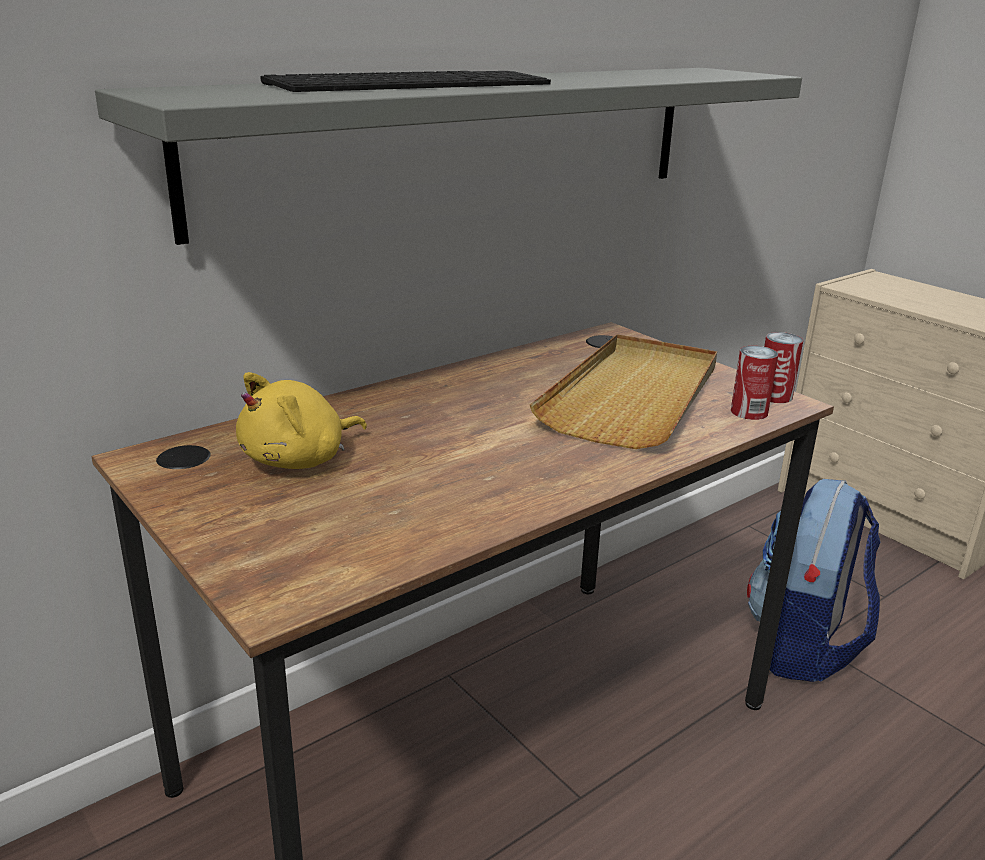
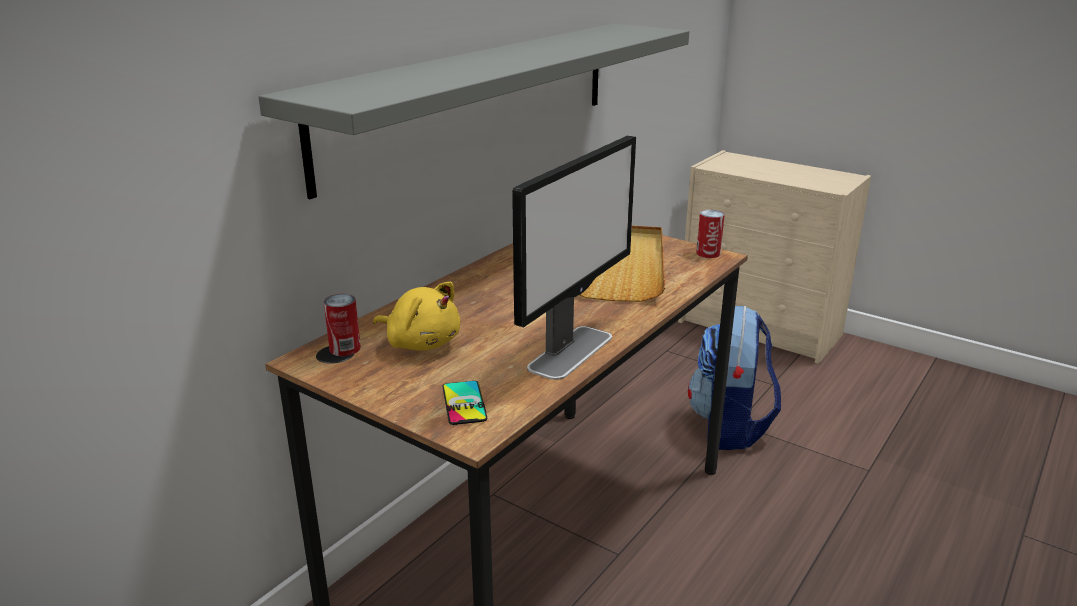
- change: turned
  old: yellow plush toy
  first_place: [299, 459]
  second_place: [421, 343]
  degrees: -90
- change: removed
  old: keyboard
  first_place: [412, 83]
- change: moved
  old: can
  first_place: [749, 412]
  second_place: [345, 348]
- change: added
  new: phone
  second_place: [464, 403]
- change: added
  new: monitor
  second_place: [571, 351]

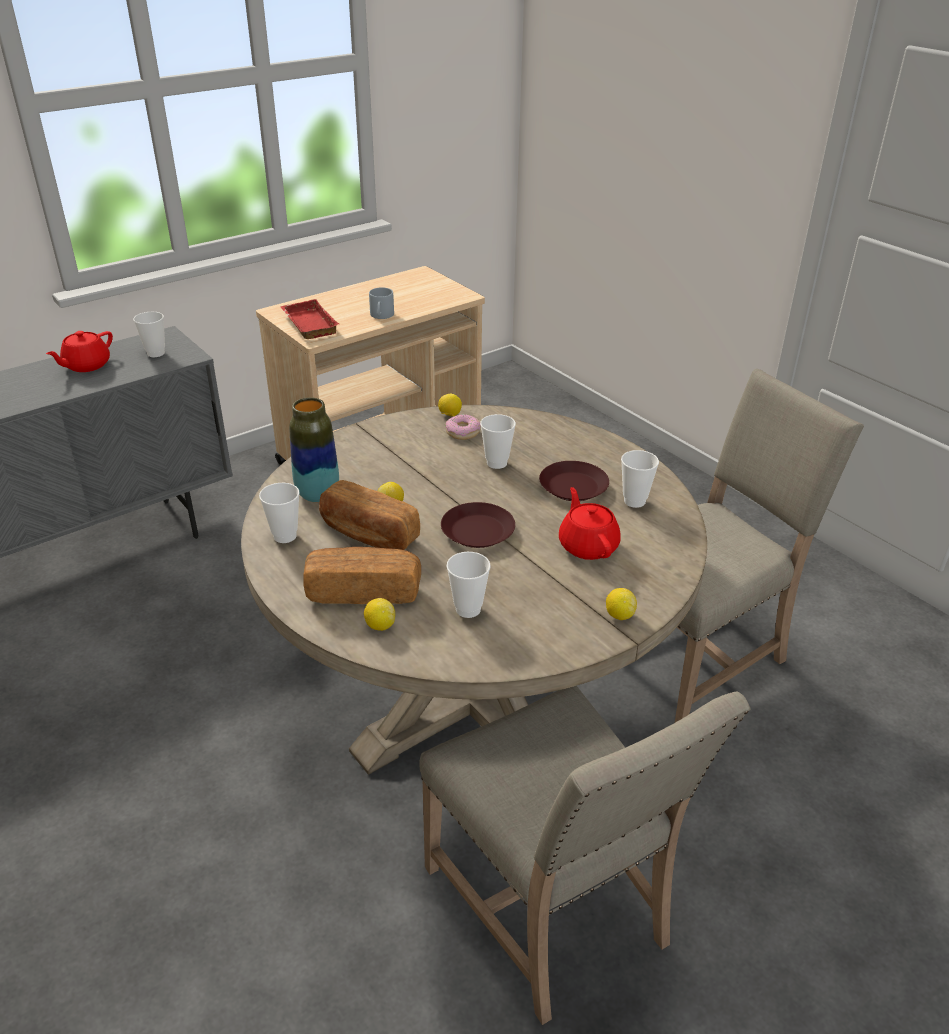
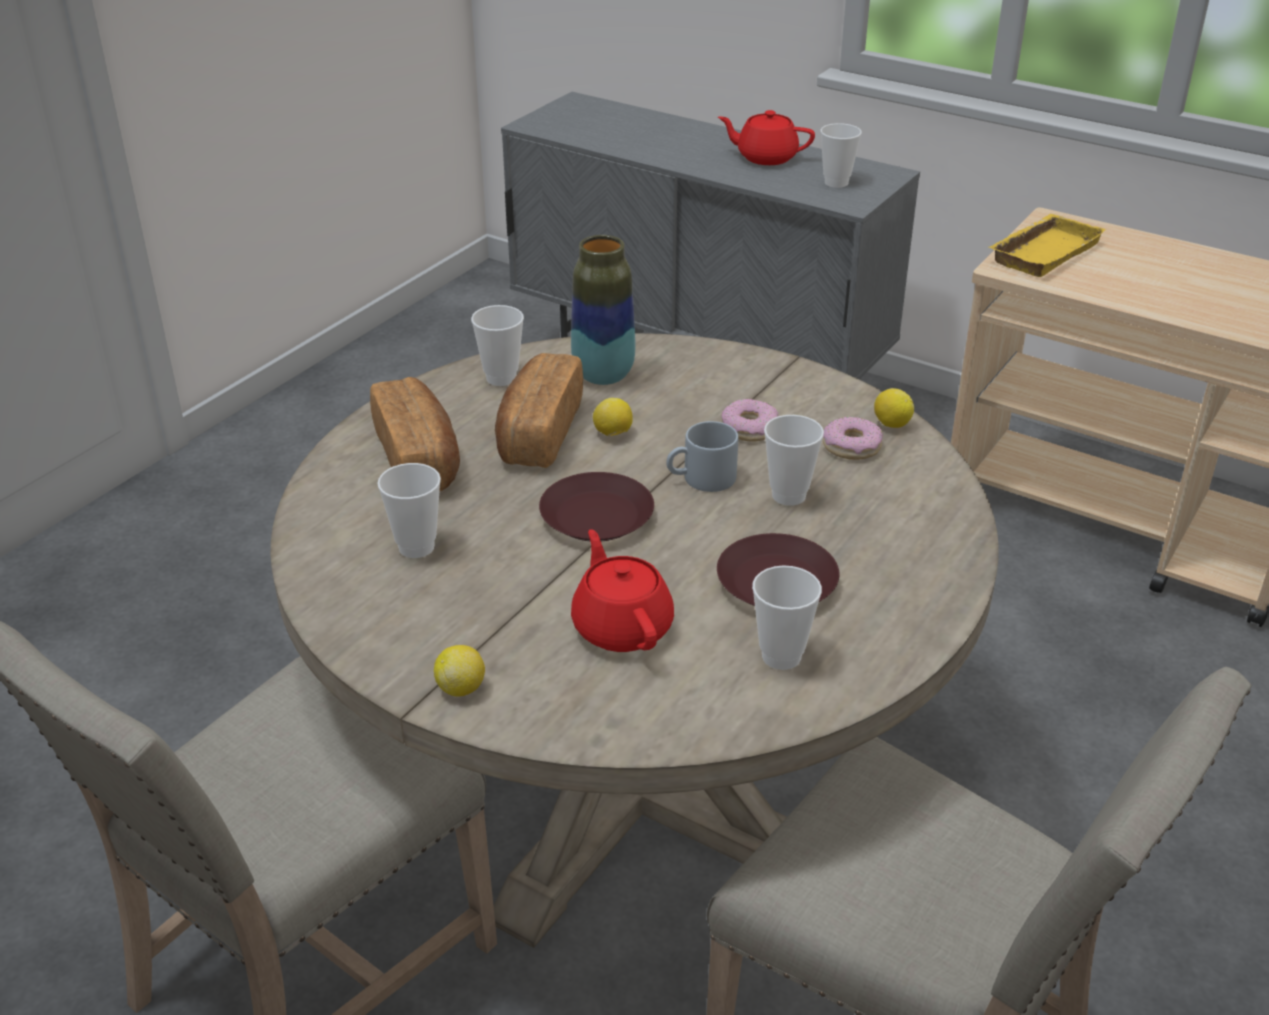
- change: recoloured
  old: red tray
  new: yellow tray
  first_place: [307, 324]
  second_place: [1042, 251]
- change: removed
  old: lemon
  first_place: [380, 625]
- change: moved
  old: grey mug
  first_place: [382, 316]
  second_place: [701, 479]
- change: turned
  old: red teapot
  first_place: [588, 545]
  second_place: [622, 626]
  degrees: -75
- change: added
  new: donut
  second_place: [749, 428]

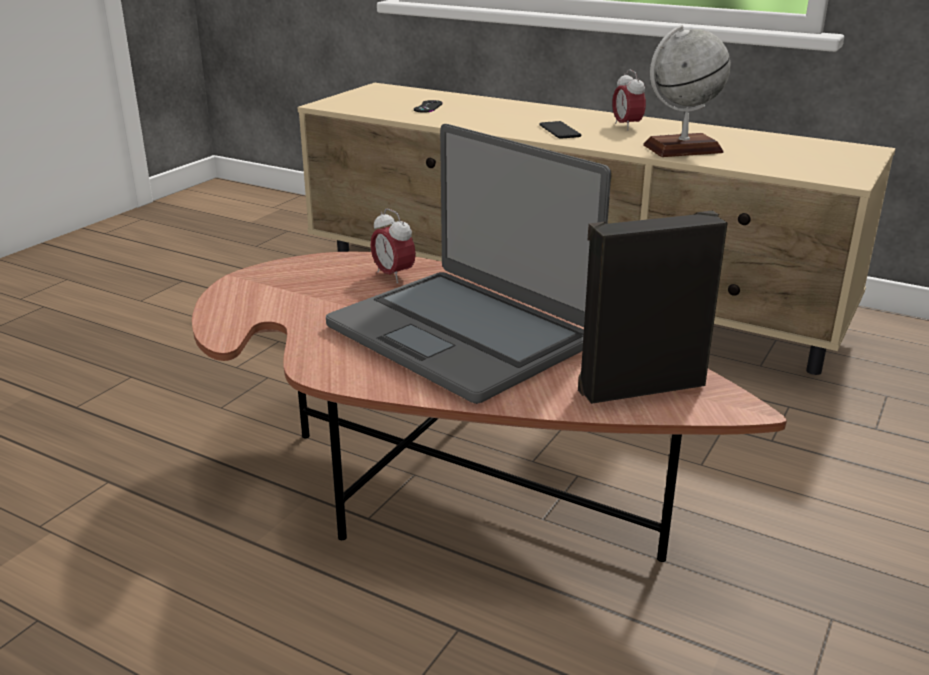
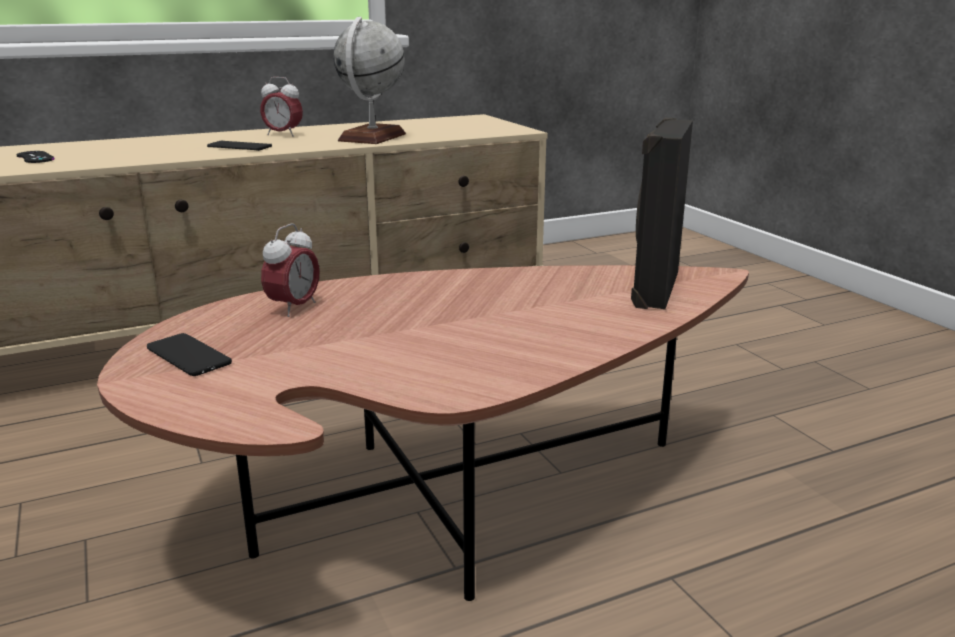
- change: removed
  old: laptop
  first_place: [462, 335]
- change: turned
  old: alarm clock
  first_place: [393, 276]
  second_place: [294, 308]
  degrees: -60
- change: added
  new: phone
  second_place: [188, 356]

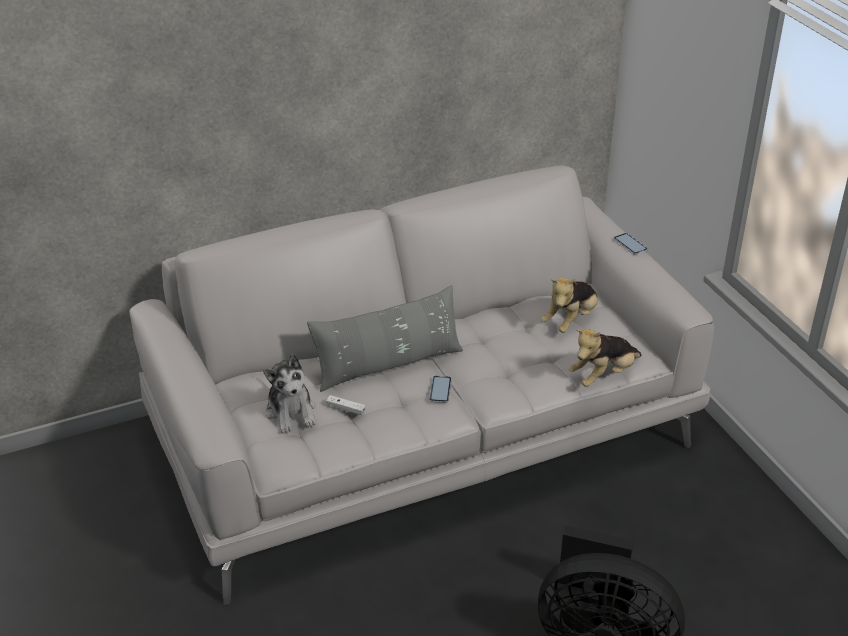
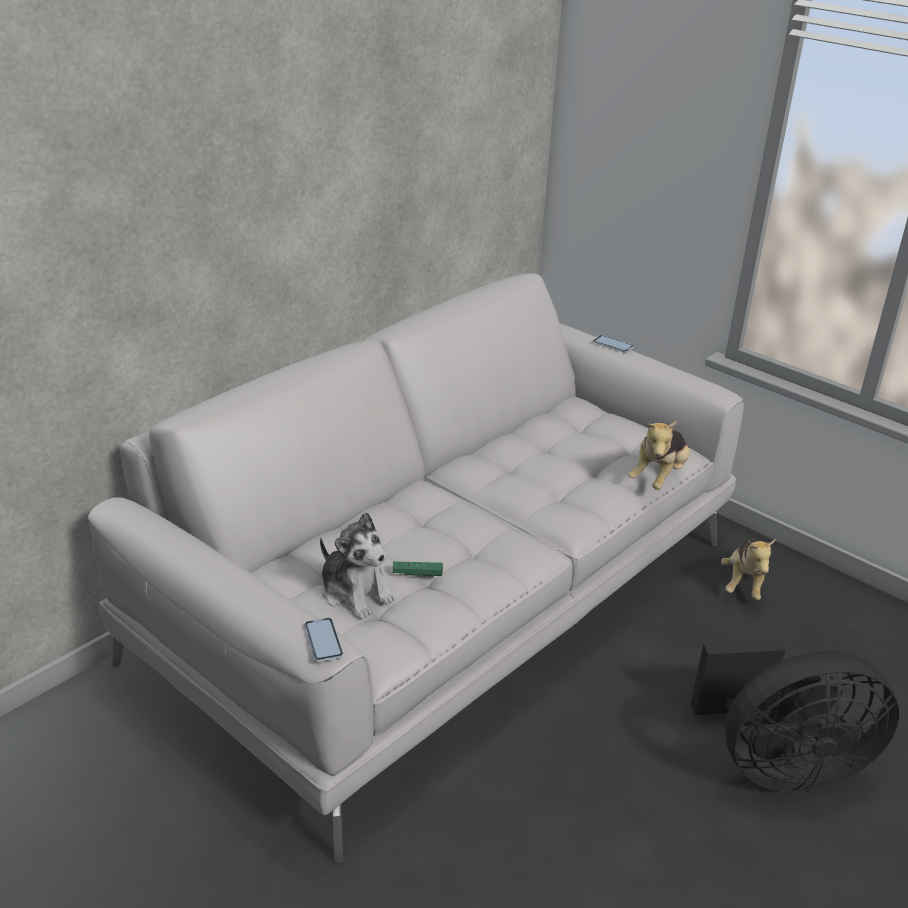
- change: removed
  old: grey pillow
  first_place: [388, 365]
- change: recoloured
  old: white game controller
  new: green game controller
  first_place: [345, 409]
  second_place: [417, 573]
- change: moved
  old: phone
  first_place: [440, 390]
  second_place: [323, 641]
- change: moved
  old: plush toy
  first_place: [570, 320]
  second_place: [744, 584]

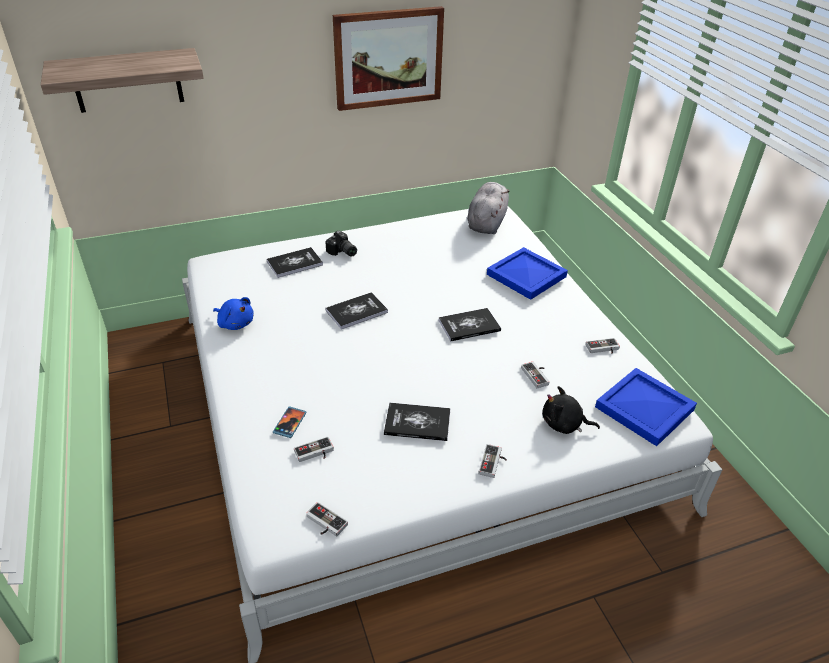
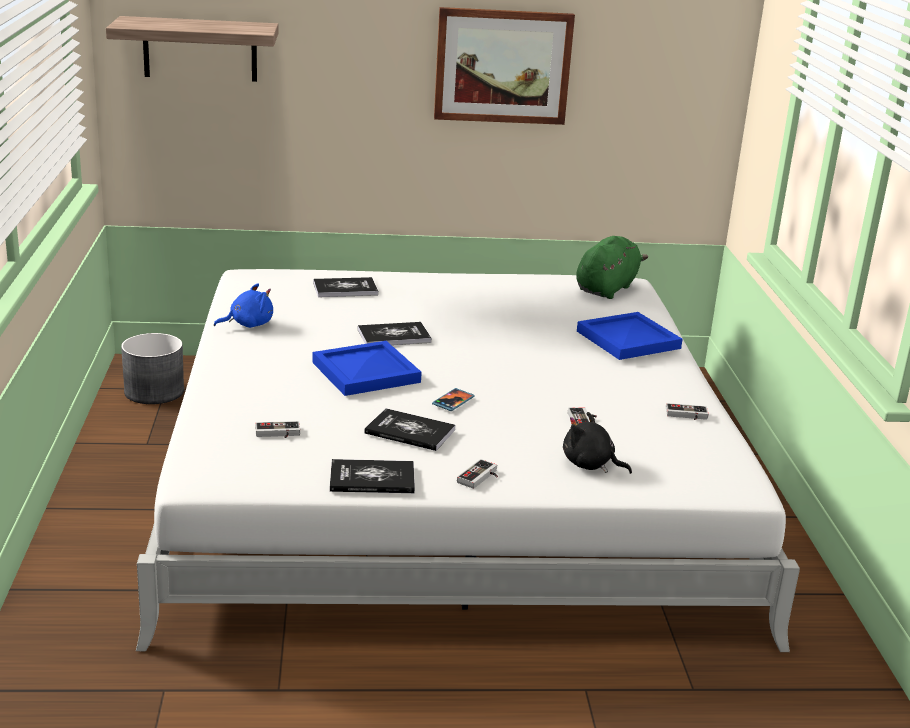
- change: turned
  old: blue plush toy
  first_place: [235, 323]
  second_place: [248, 324]
  degrees: -75
- change: moved
  old: phone
  first_place: [290, 423]
  second_place: [453, 401]
- change: removed
  old: game controller
  first_place: [324, 524]
- change: removed
  old: photo camera
  first_place: [342, 252]
- change: moved
  old: book
  first_place: [469, 325]
  second_place: [372, 478]
- change: recoloured
  old: grey plush toy
  new: green plush toy
  first_place: [486, 223]
  second_place: [607, 288]
- change: moved
  old: blue tray
  first_place: [646, 408]
  second_place: [367, 372]
- change: added
  new: grey planter
  second_place: [154, 391]

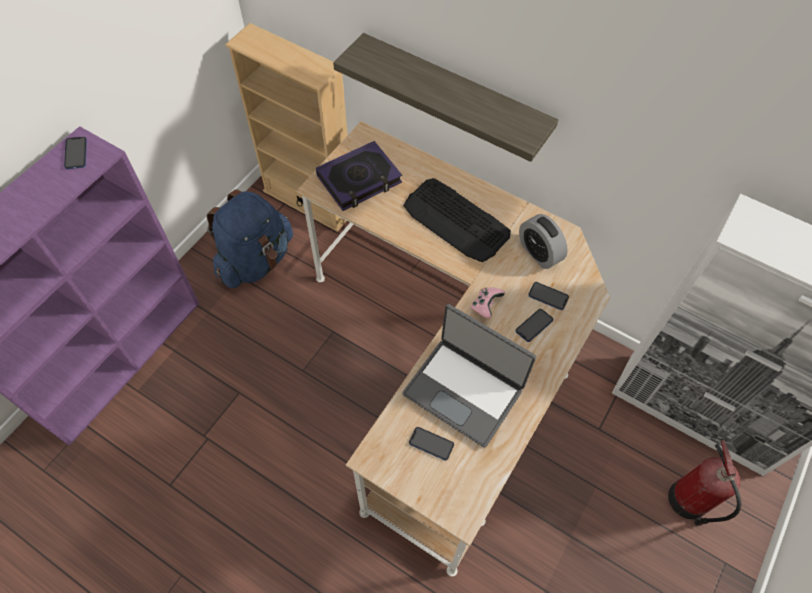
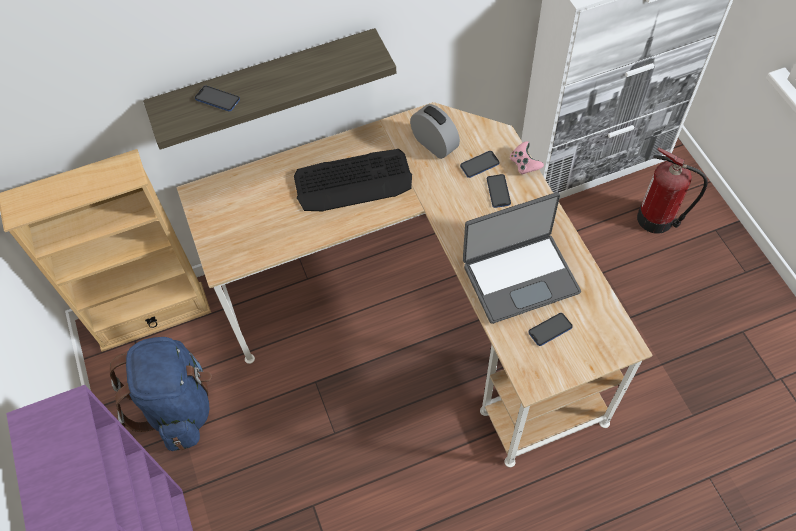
- change: moved
  old: phone
  first_place: [76, 153]
  second_place: [217, 99]
- change: removed
  old: book
  first_place: [359, 180]
- change: moved
  old: pink game controller
  first_place: [485, 306]
  second_place: [524, 164]
- change: turned
  old: alarm clock
  first_place: [539, 253]
  second_place: [434, 144]
  degrees: -135

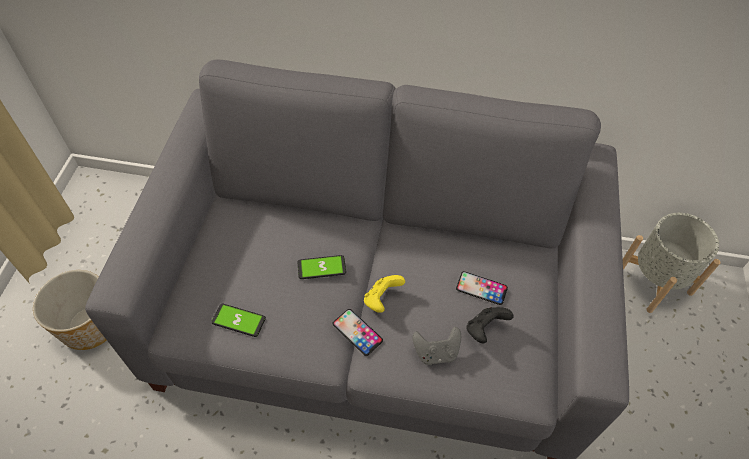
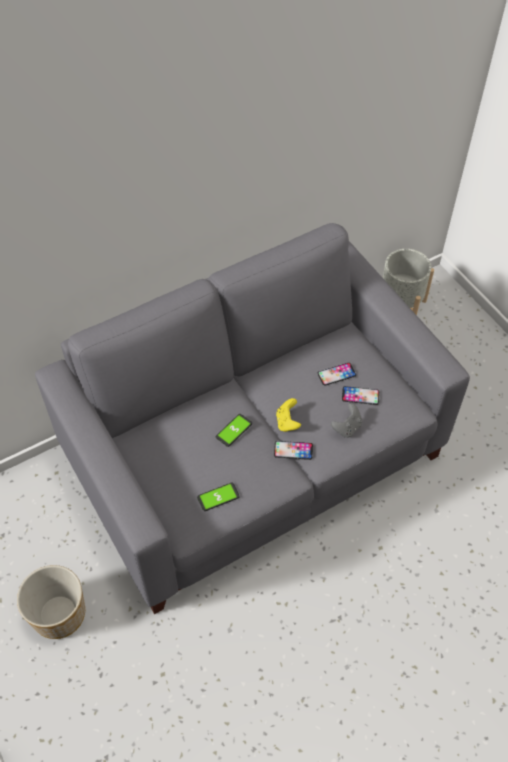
- change: replaced
  old: black game controller
  new: phone
  first_place: [484, 329]
  second_place: [360, 396]

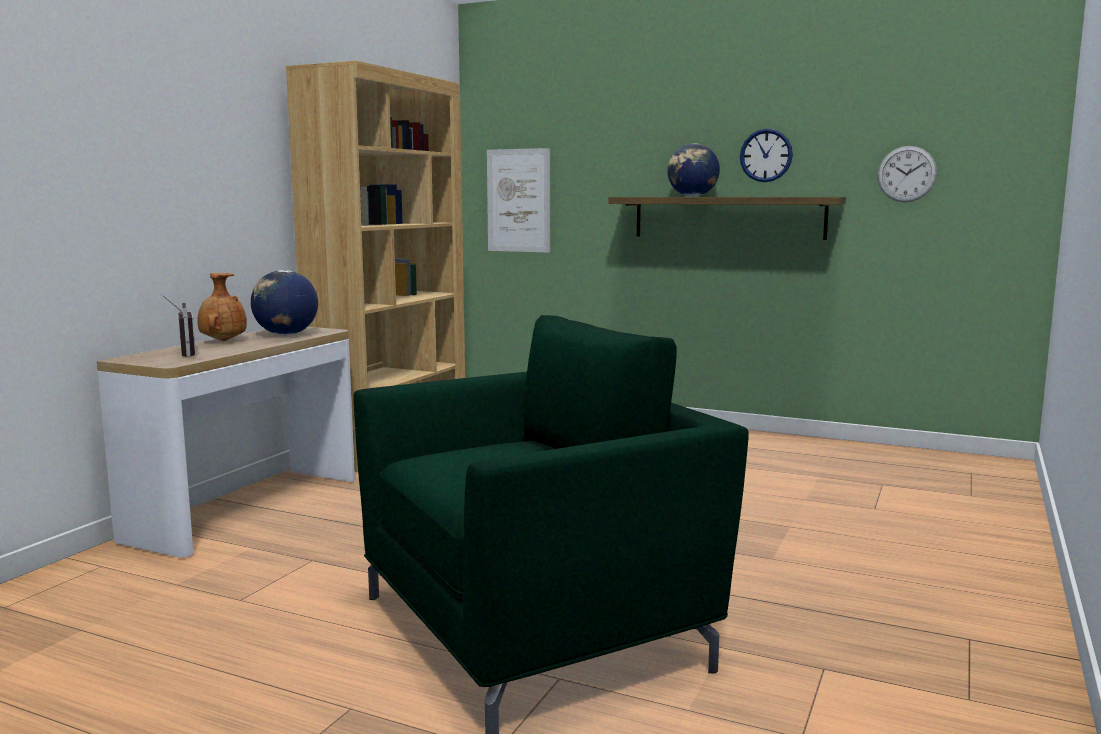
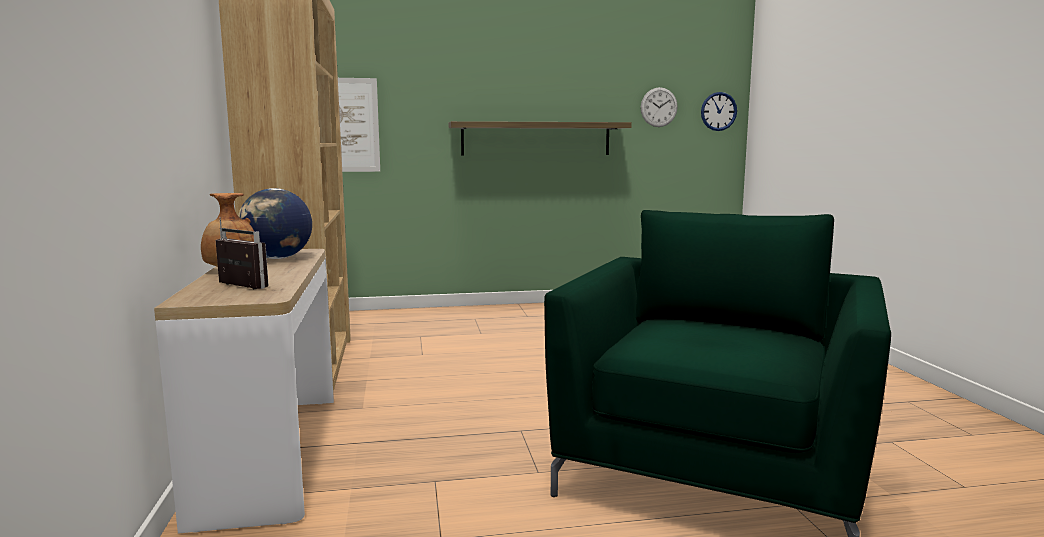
- change: removed
  old: globe
  first_place: [692, 196]
- change: moved
  old: wall clock
  first_place: [766, 155]
  second_place: [718, 111]

